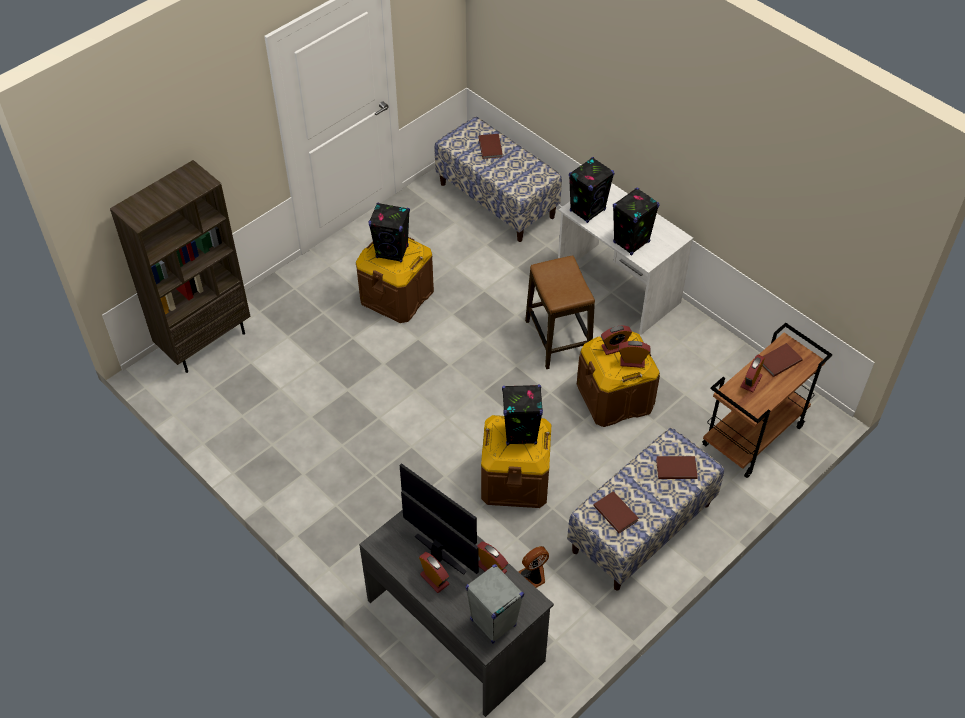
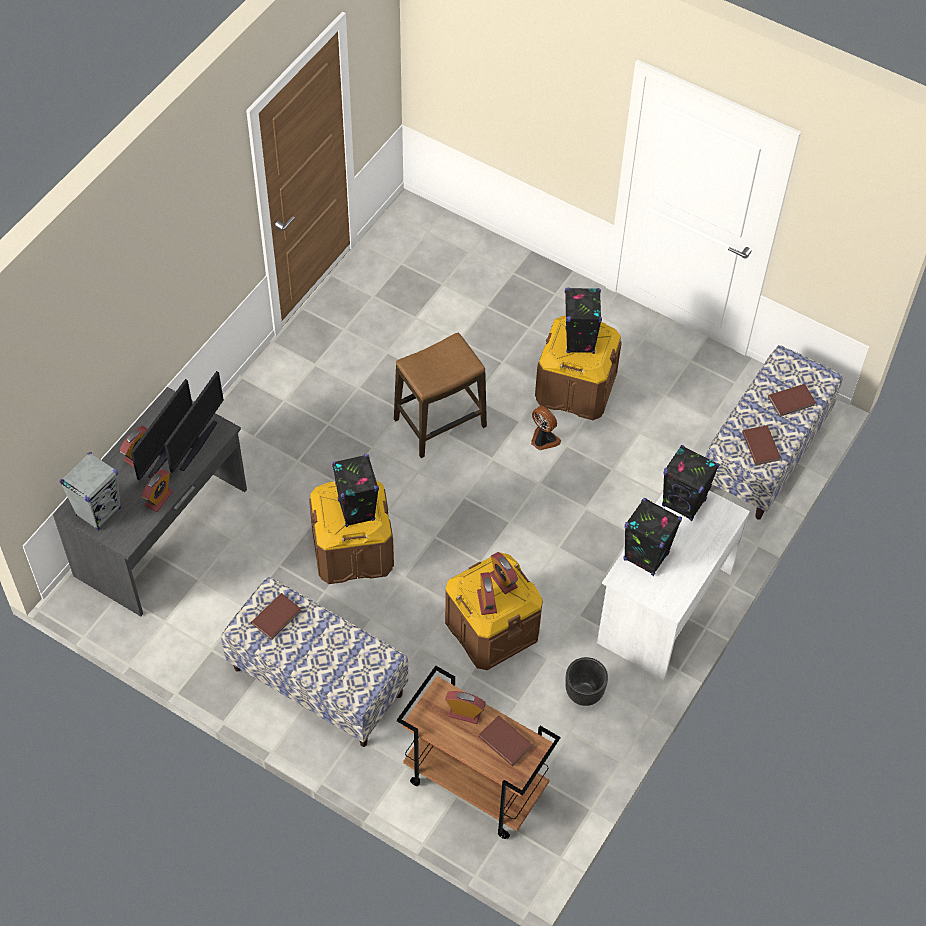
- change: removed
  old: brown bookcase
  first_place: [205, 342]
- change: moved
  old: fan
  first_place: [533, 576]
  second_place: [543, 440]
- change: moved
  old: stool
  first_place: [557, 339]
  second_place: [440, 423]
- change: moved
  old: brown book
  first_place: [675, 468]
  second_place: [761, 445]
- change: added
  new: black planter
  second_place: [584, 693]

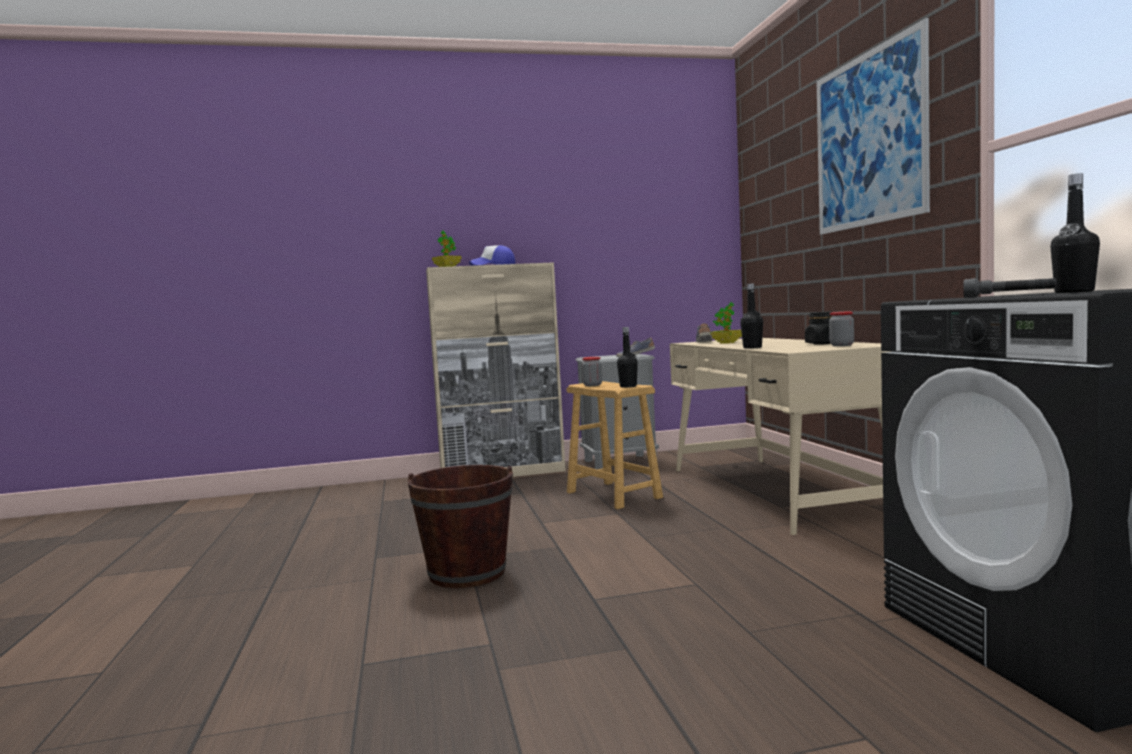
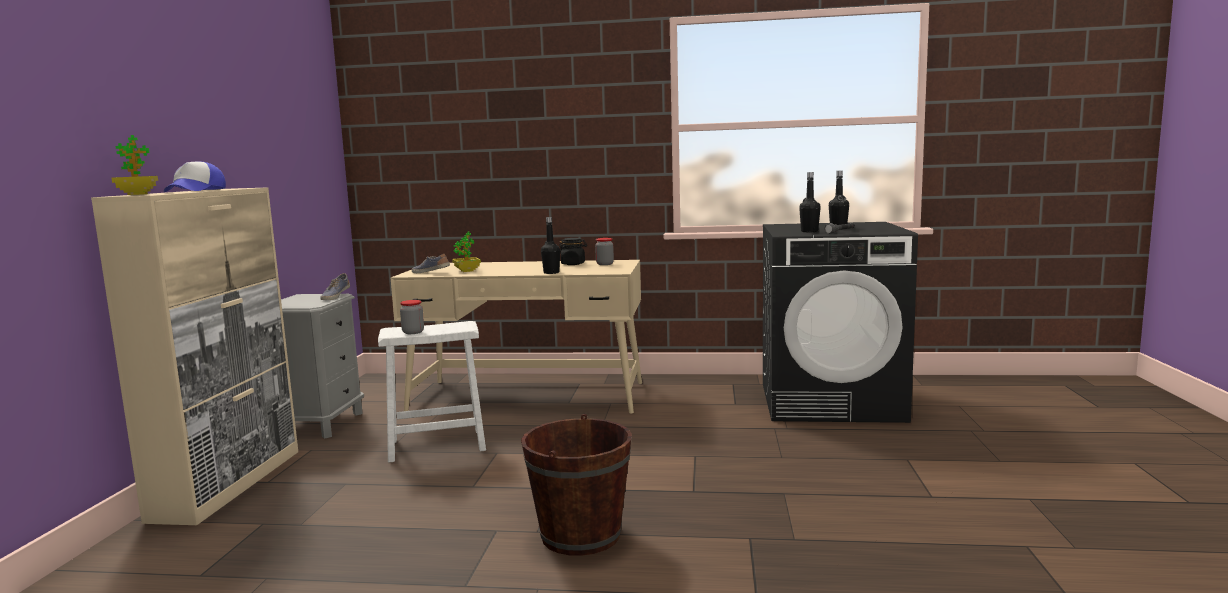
- change: recoloured
  old: brown stool
  new: white stool
  first_place: [613, 495]
  second_place: [437, 445]
- change: moved
  old: black bottle
  first_place: [628, 386]
  second_place: [809, 231]
- change: removed
  old: picture
  first_place: [868, 140]

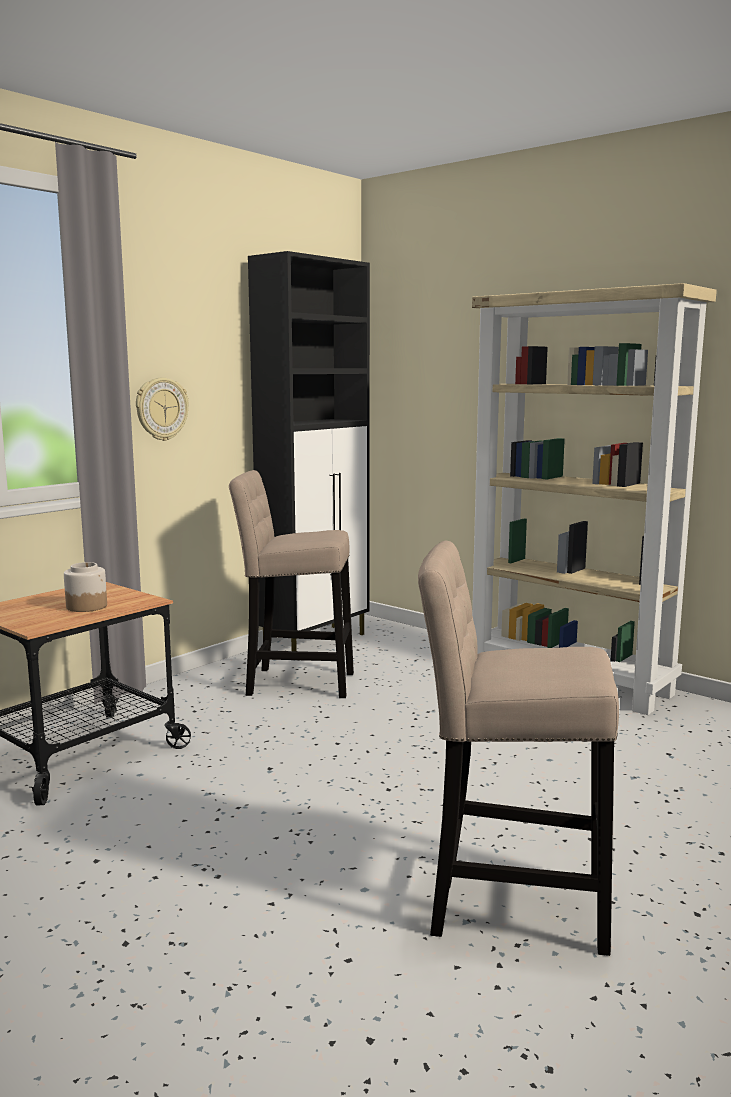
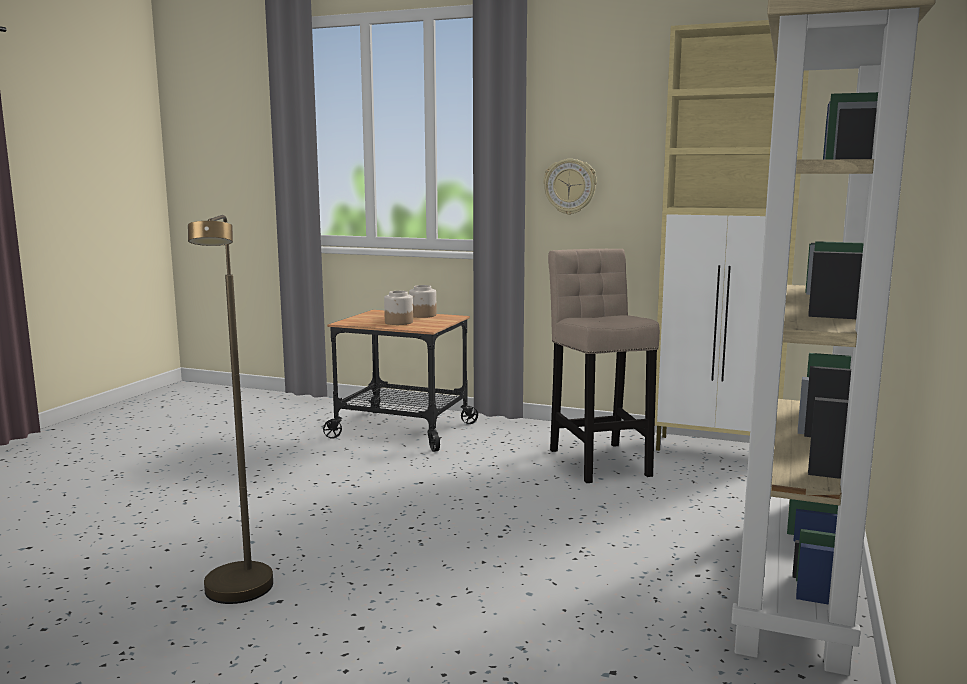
- change: recoloured
  old: black cabinet
  new: beige cabinet
  first_place: [316, 641]
  second_place: [717, 449]
- change: replaced
  old: beige stool
  new: brown floor lamp
  first_place: [507, 904]
  second_place: [239, 596]
- change: added
  new: jar
  second_place: [422, 315]

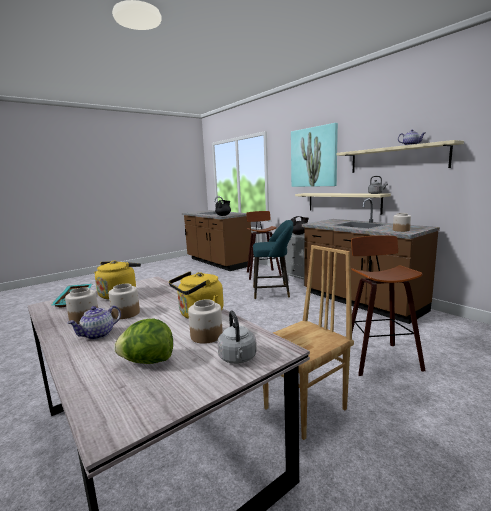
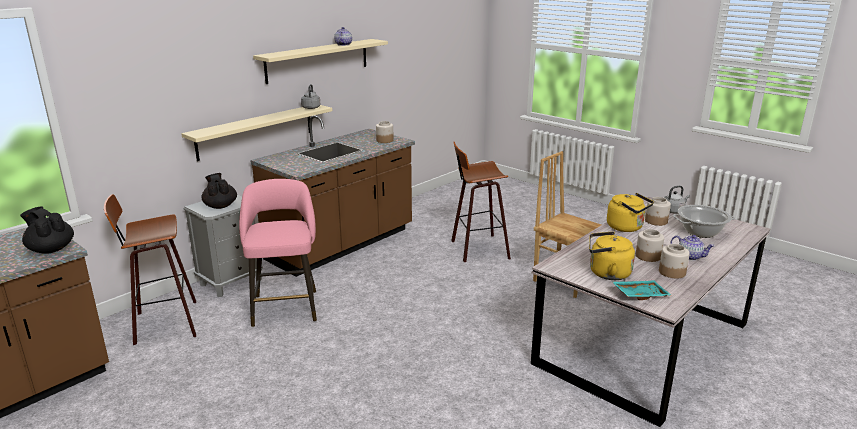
- change: replaced
  old: lettuce
  new: cooking pot
  first_place: [148, 361]
  second_place: [701, 232]
- change: recoloured
  old: turquoise stool
  new: pink stool
  first_place: [273, 292]
  second_place: [285, 306]
- change: removed
  old: picture
  first_place: [314, 157]

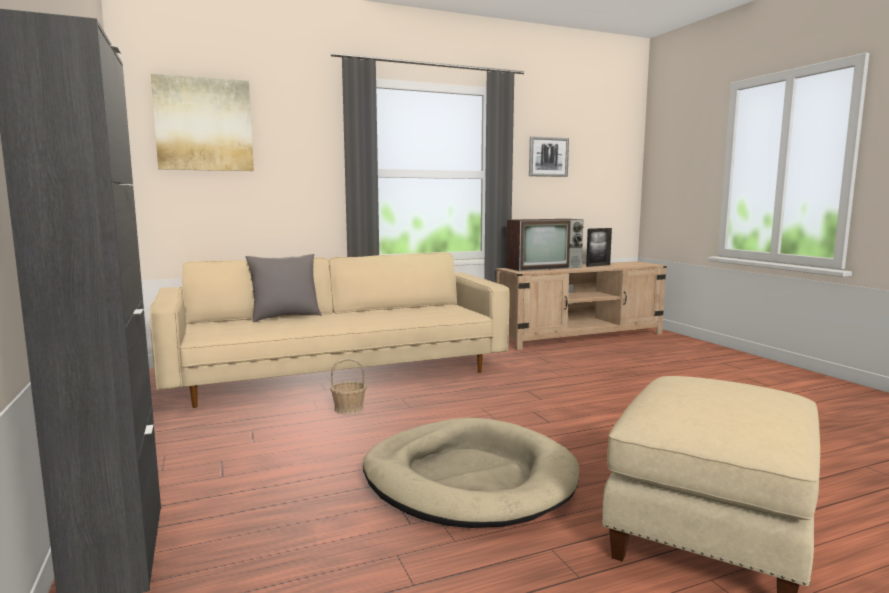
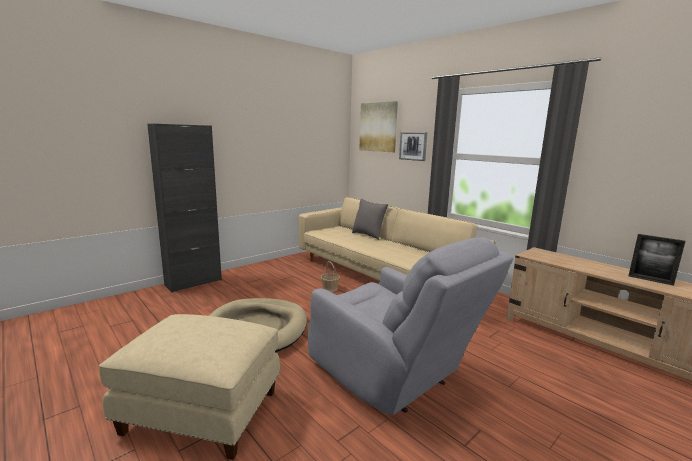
- change: removed
  old: television
  first_place: [544, 267]
- change: moved
  old: picture
  first_place: [548, 157]
  second_place: [413, 146]
- change: added
  new: grey armchair
  second_place: [393, 376]

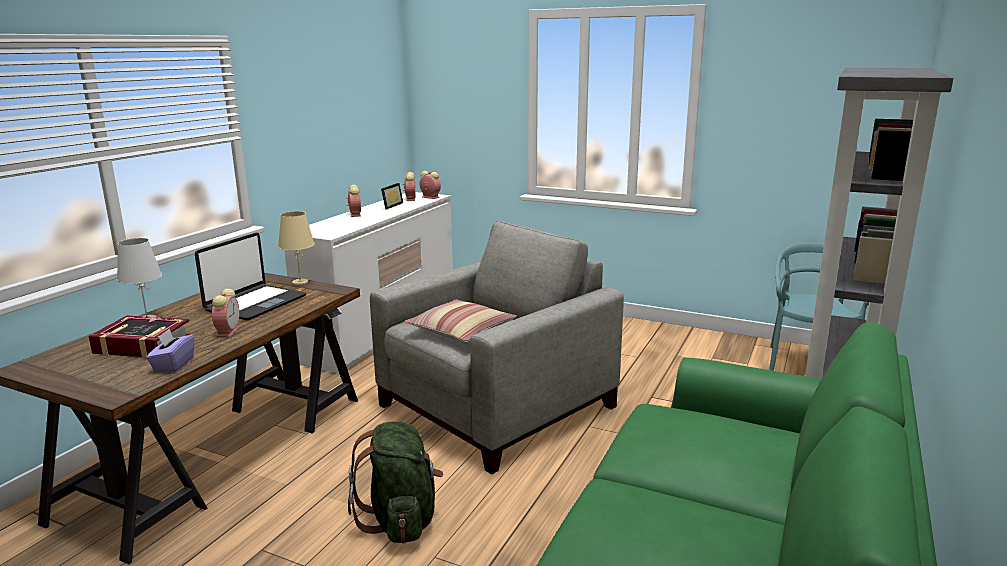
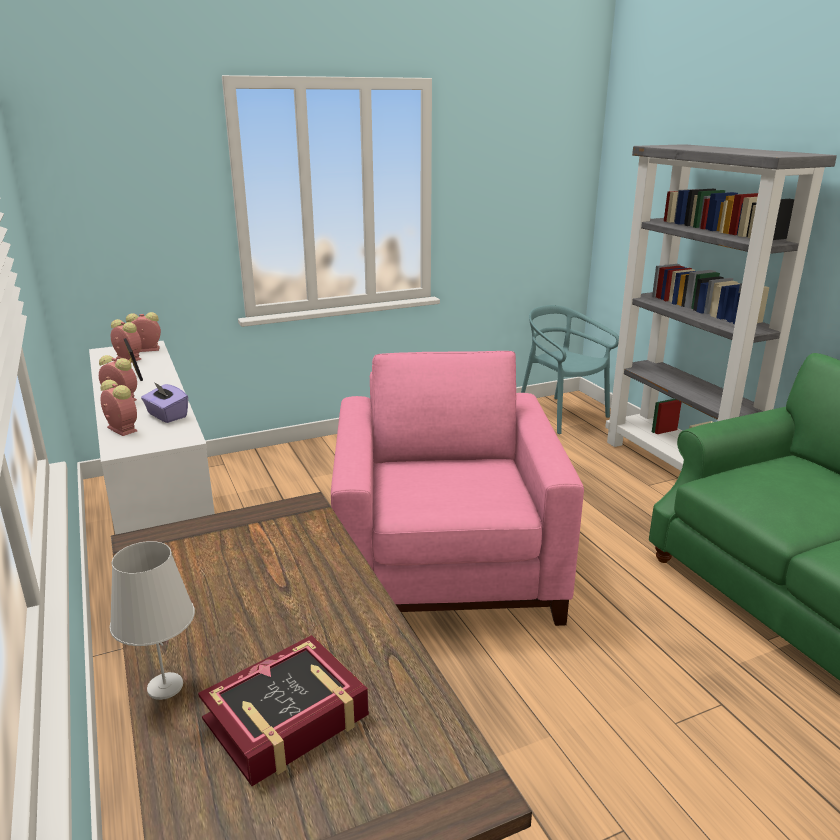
- change: moved
  old: purple tissue box
  first_place: [173, 365]
  second_place: [166, 415]
- change: removed
  old: laptop
  first_place: [255, 303]
- change: moved
  old: alarm clock
  first_place: [228, 331]
  second_place: [121, 429]
- change: removed
  old: beige table lamp
  first_place: [300, 282]
- change: removed
  old: green backpack
  first_place: [401, 520]
- change: recoloured
  old: grey armchair
  new: pink armchair
  first_place: [495, 407]
  second_place: [447, 566]
- change: removed
  old: pillow
  first_place: [461, 331]

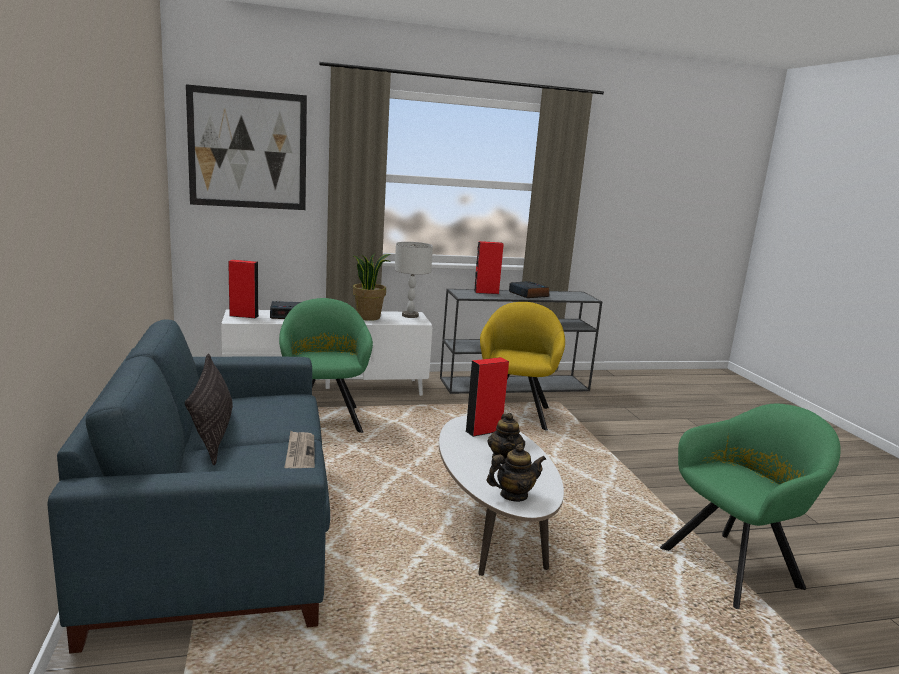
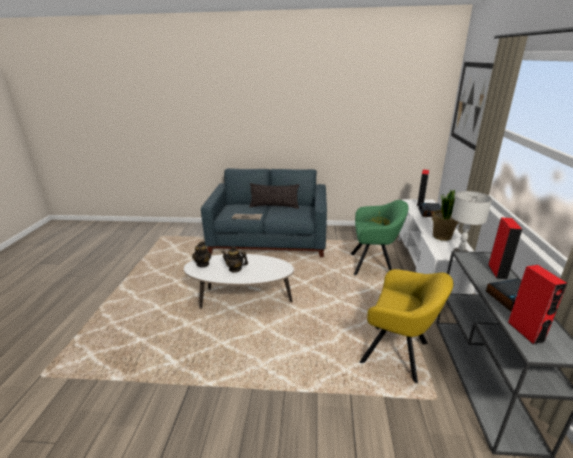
- change: moved
  old: red speaker
  first_place: [484, 431]
  second_place: [525, 332]
- change: removed
  old: green armchair
  first_place: [736, 566]

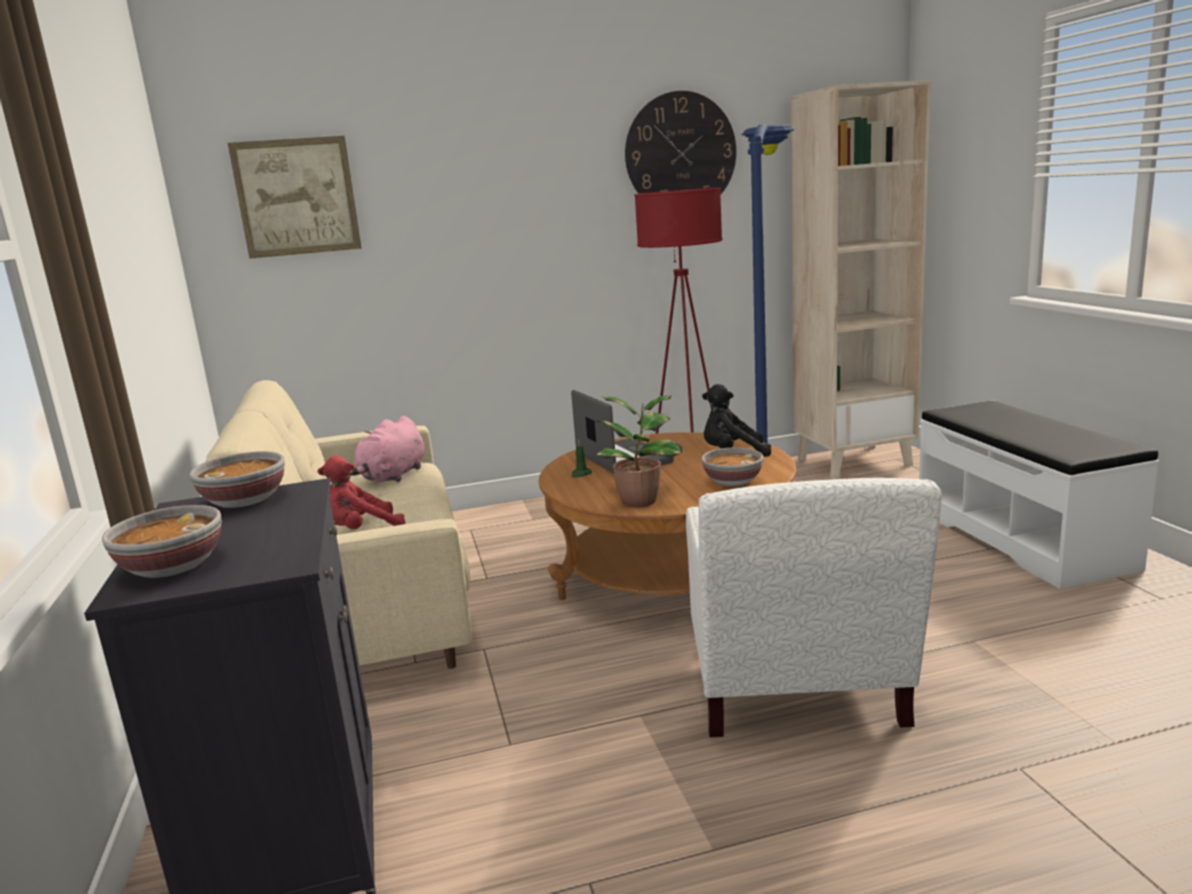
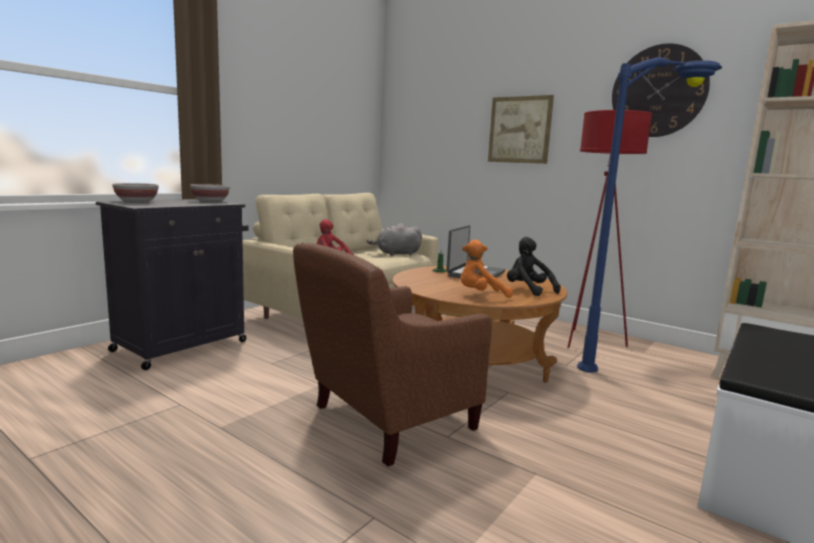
- change: moved
  old: picture
  first_place: [297, 197]
  second_place: [519, 130]
- change: recoloured
  old: pink plush toy
  new: grey plush toy
  first_place: [392, 476]
  second_place: [396, 254]
- change: removed
  old: potted plant
  first_place: [641, 500]
- change: recoloured
  old: white armchair
  new: brown armchair
  first_place: [795, 694]
  second_place: [384, 420]
- change: replaced
  old: bowl
  new: orange plush toy
  first_place: [732, 481]
  second_place: [481, 295]

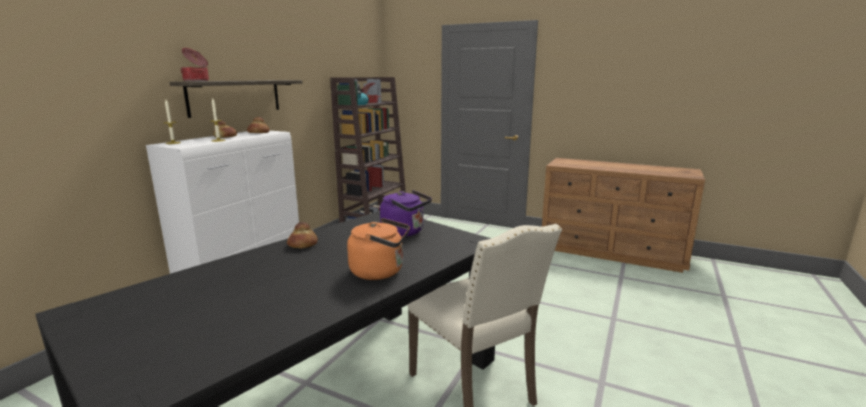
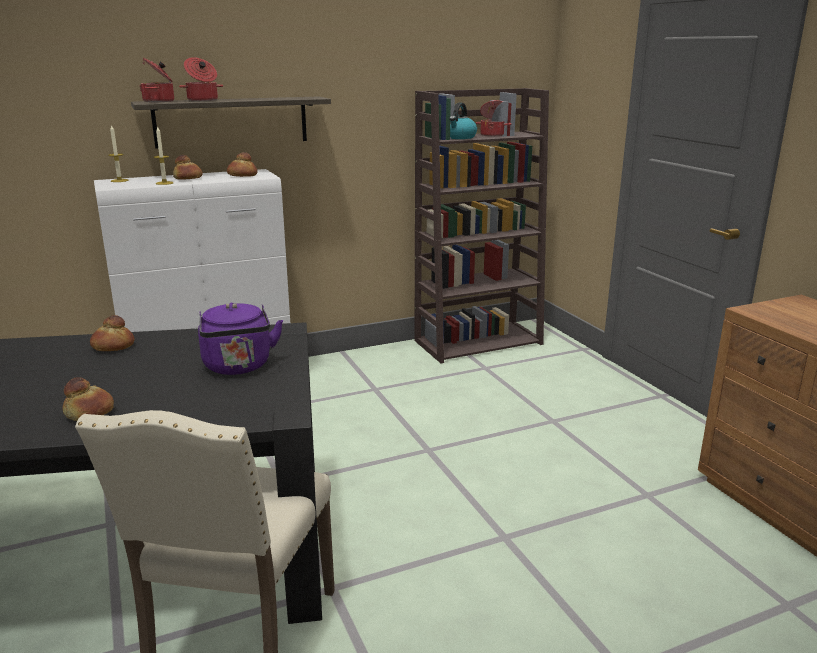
- change: replaced
  old: orange kettle
  new: bread
  first_place: [380, 272]
  second_place: [89, 413]
- change: added
  new: cooking pot
  second_place: [202, 100]

